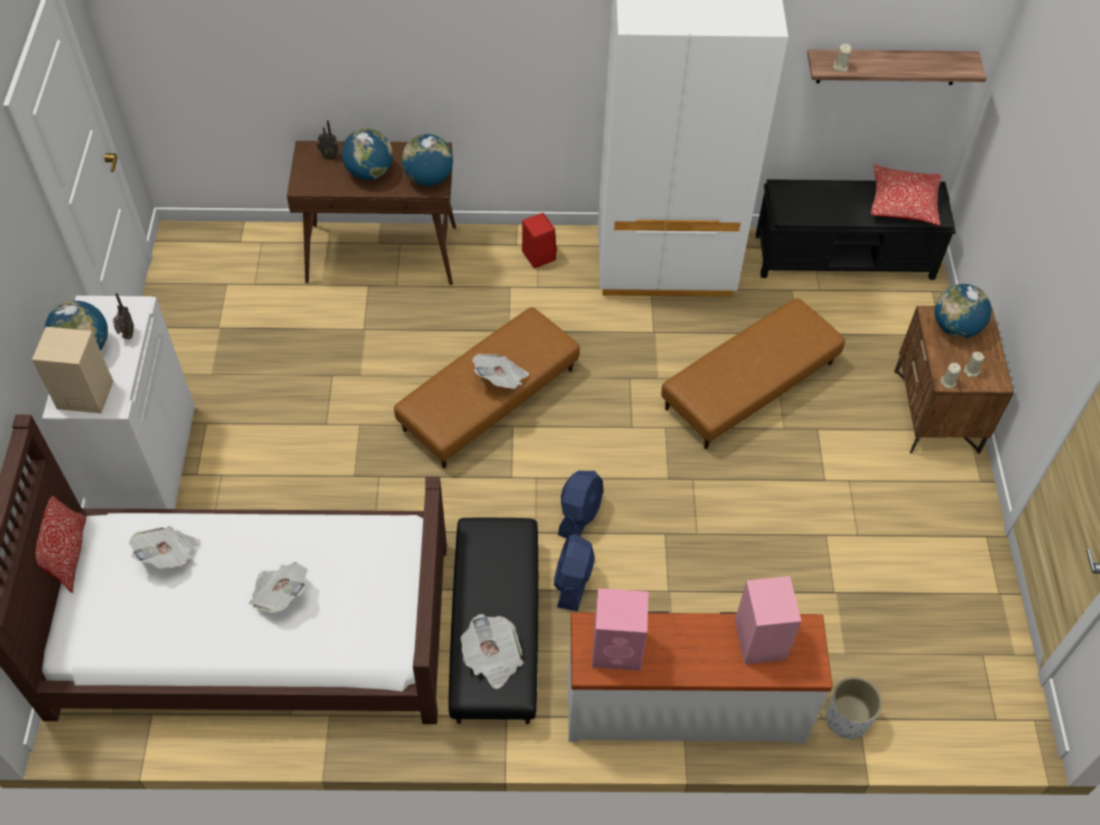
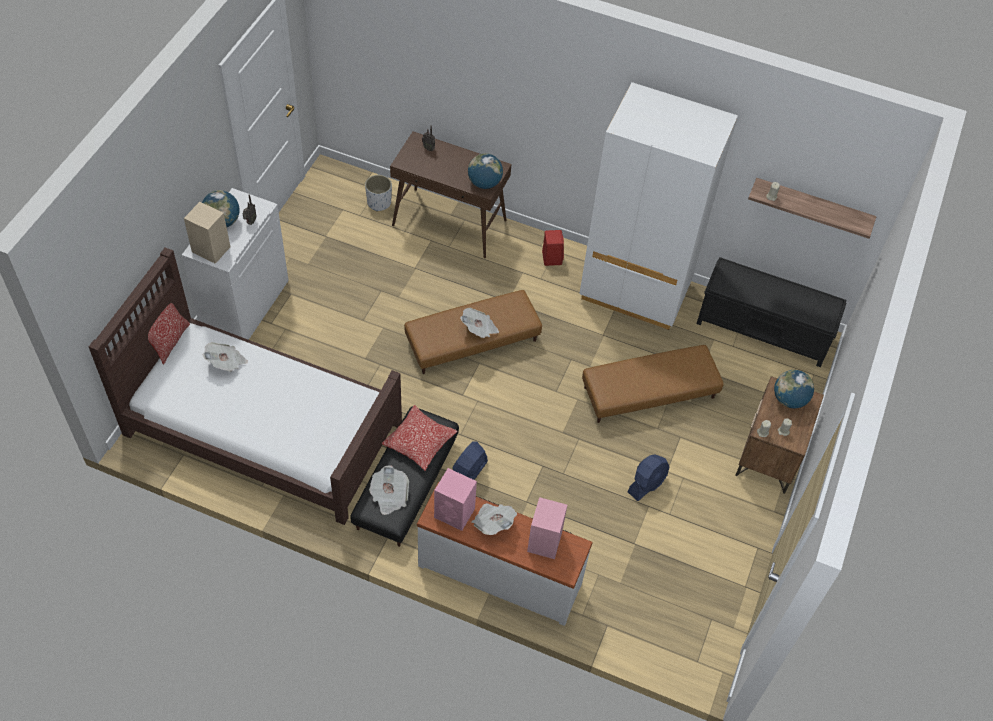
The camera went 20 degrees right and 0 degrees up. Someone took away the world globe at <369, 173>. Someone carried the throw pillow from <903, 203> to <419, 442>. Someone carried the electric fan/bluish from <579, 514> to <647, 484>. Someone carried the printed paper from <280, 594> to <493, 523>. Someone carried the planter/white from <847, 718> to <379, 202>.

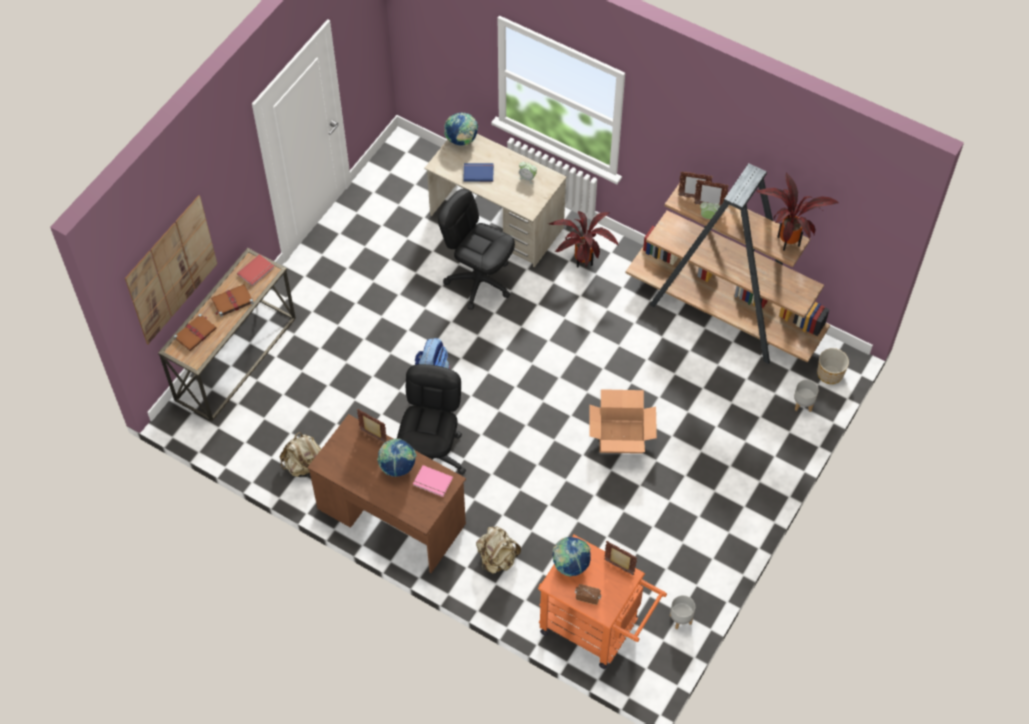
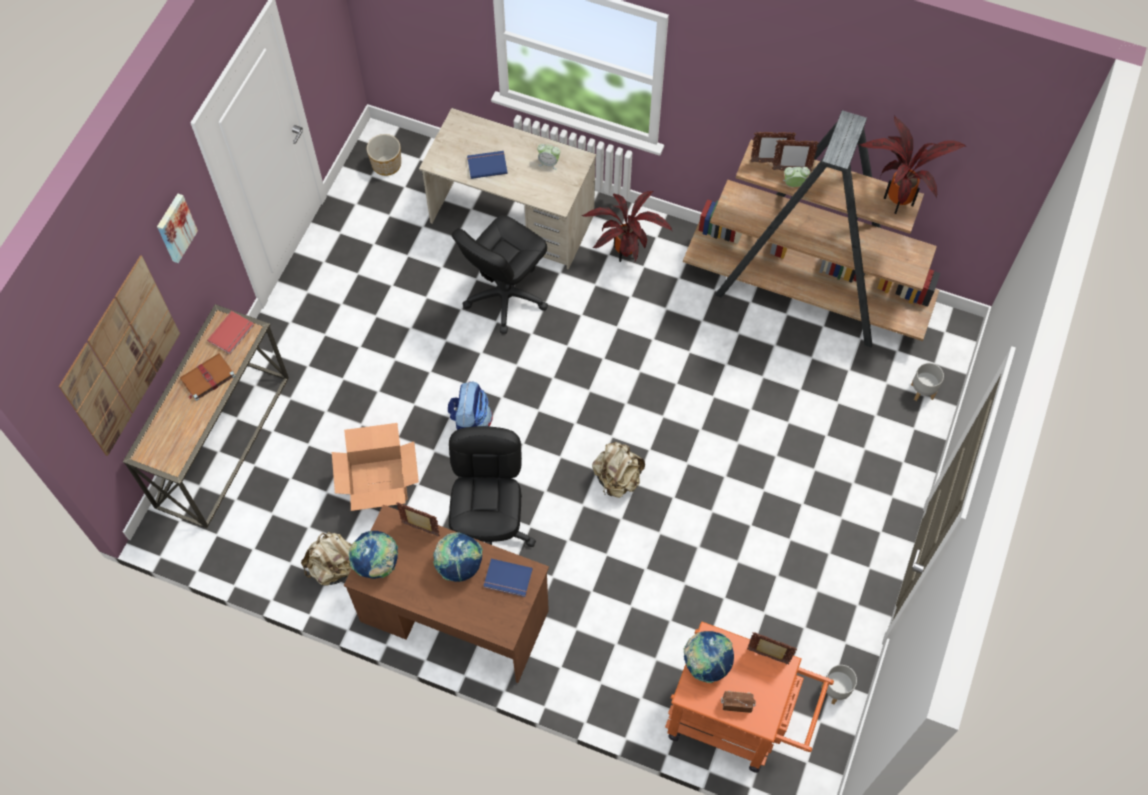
The camera went 10 degrees left and 5 degrees up. Someone carried the world globe from <461, 140> to <377, 564>. Someone rotated the office chair/blackish at <479, 281> by 75 degrees counterclockwise. Someone took away the book/brownish at <196, 333>. Someone carried the planter from <829, 374> to <386, 165>. Someone carried the carton from <620, 436> to <378, 482>. Someone repainted the book/pink-coloured at <432, 482>, which became the book/bluish at <508, 579>. Someone carried the knapsack/sand-coloured from <497, 558> to <617, 479>. Someone put up the wall art at <175, 227>.

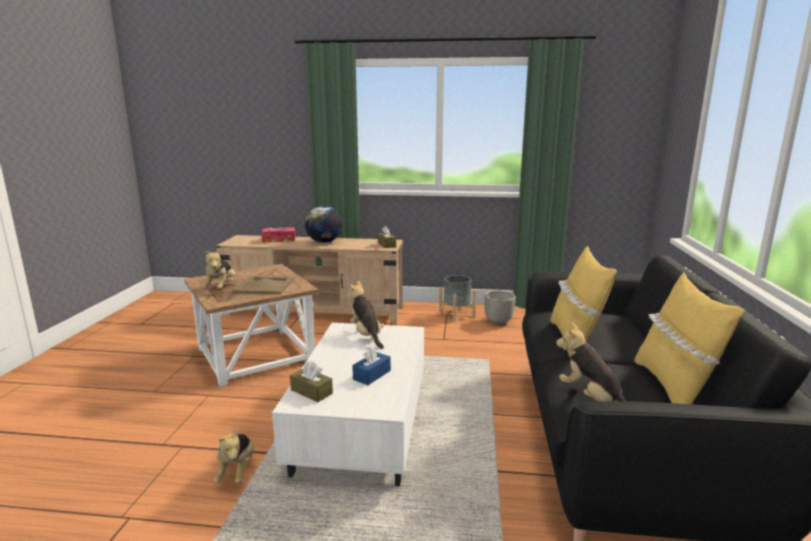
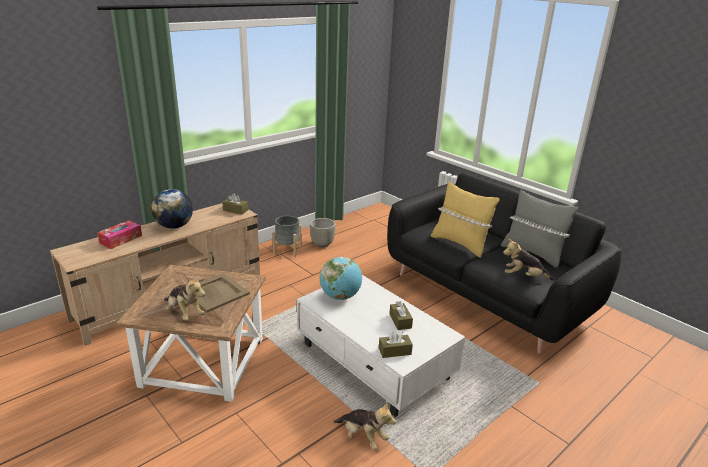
The camera went 50 degrees left and 10 degrees up. Someone repainted the throw pillow/yellow at <673, 387>, which became the throw pillow/greyish at <532, 253>. Someone swapped the cuddly toy at <366, 335> for the world globe at <340, 296>. Someone repainted the box of tissues/bluish at <372, 375>, which became the box of tissues/brownish at <400, 321>.

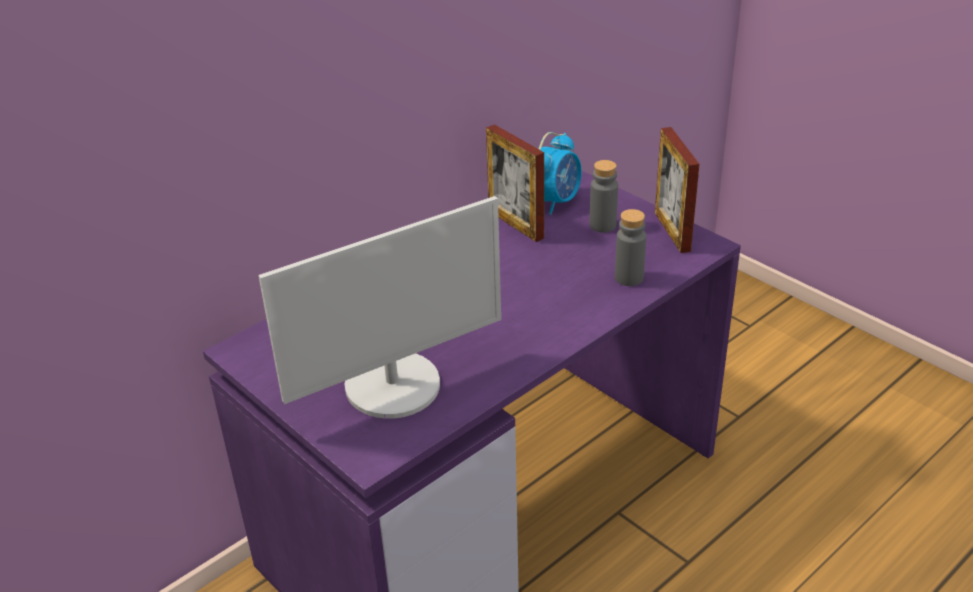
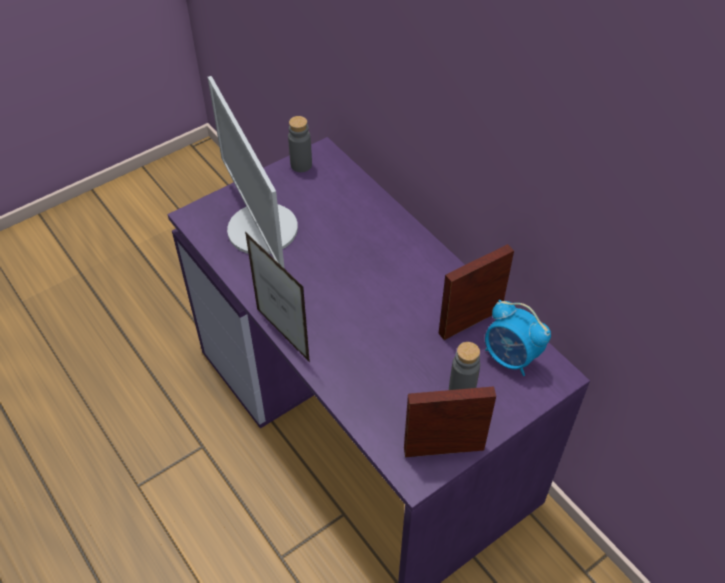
The camera went 95 degrees right and 15 degrees up. Someone carried the drink bottle/greyish from <629, 278> to <301, 165>. Someone put down the standing frame at <283, 335>.

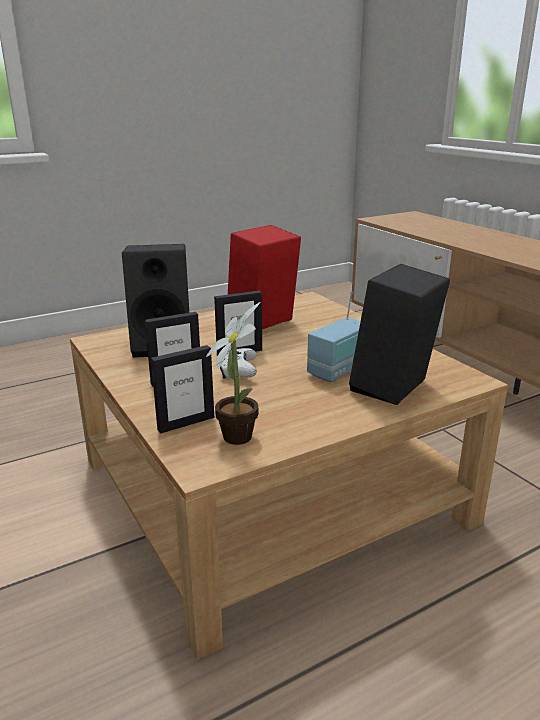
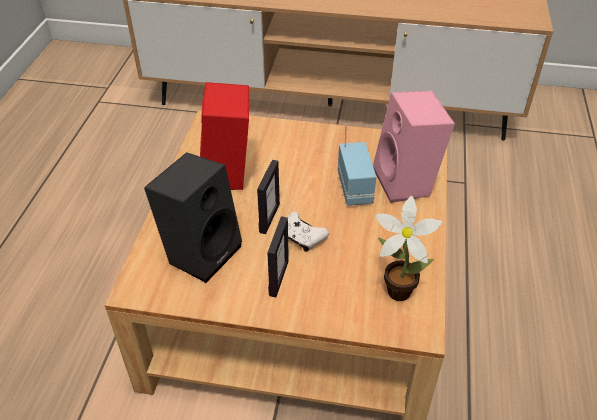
The camera went 50 degrees left and 20 degrees up. Someone repainted the loudspeaker/blackish at <394, 389>, which became the loudspeaker/pink-coloured at <407, 183>. Someone took away the standing frame at <186, 423>.

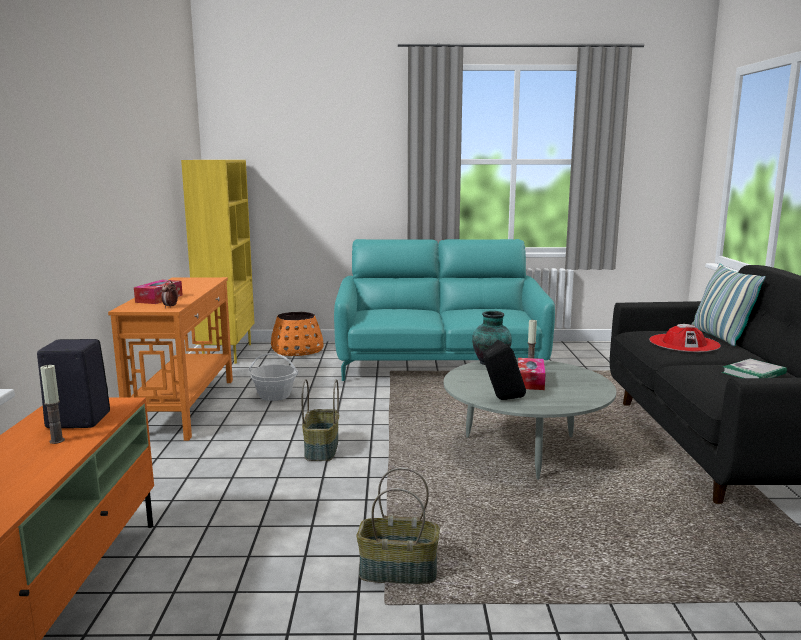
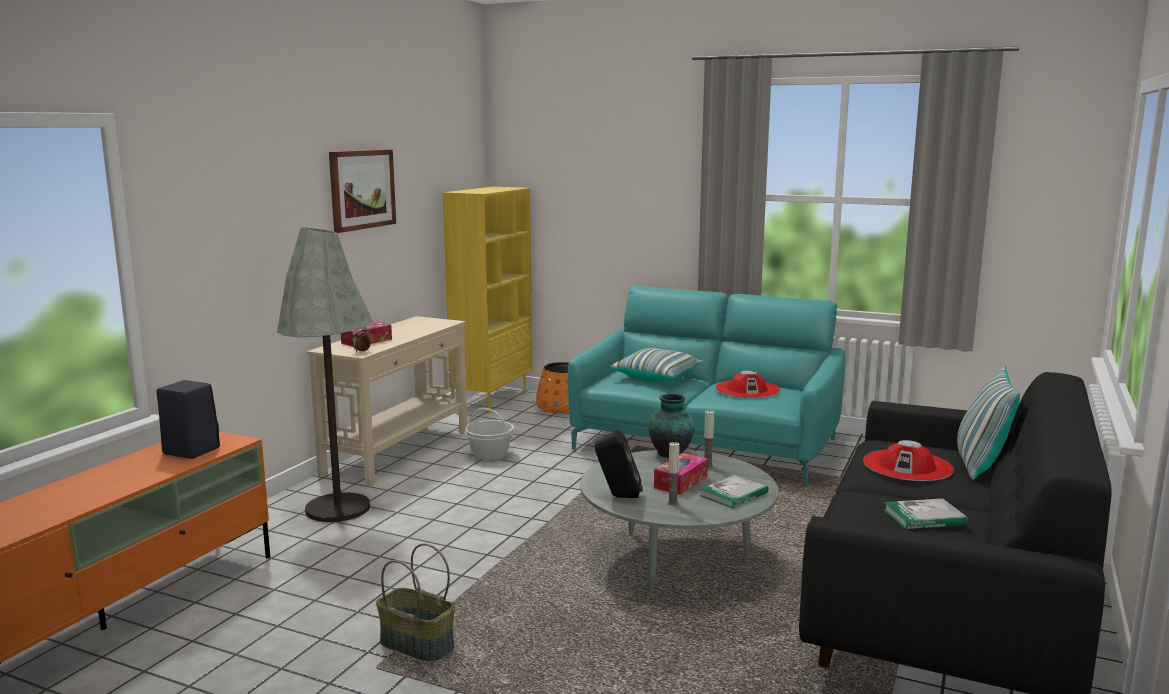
The camera went 25 degrees right and 0 degrees up. Someone repainted the narrow table/orange at <185, 406>, which became the narrow table/sand-coloured at <398, 452>. Someone carried the candle from <57, 441> to <673, 503>. Someone took away the household basket at <322, 449>. Someone put up the wall art at <362, 189>. Someone put down the standing lamp/greyish at <338, 508>. Someone put down the throw pillow at <657, 377>. Someone put down the clothing hat/red-coloured at <747, 389>. Someone put down the book at <733, 494>.

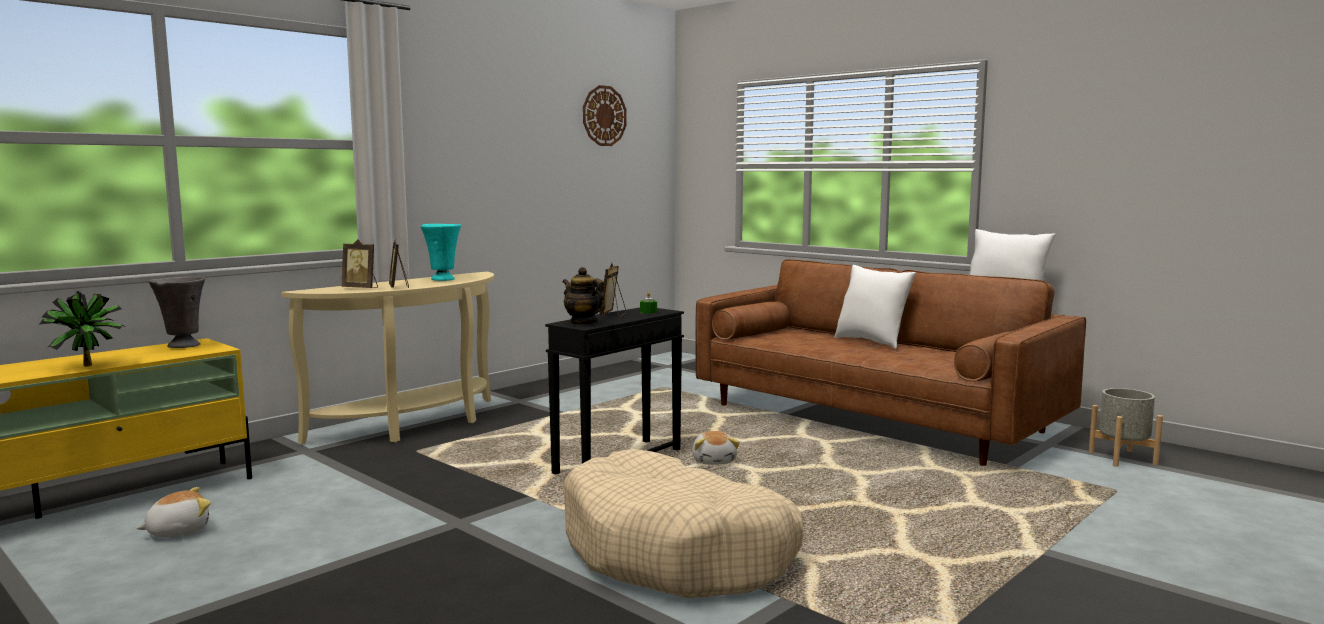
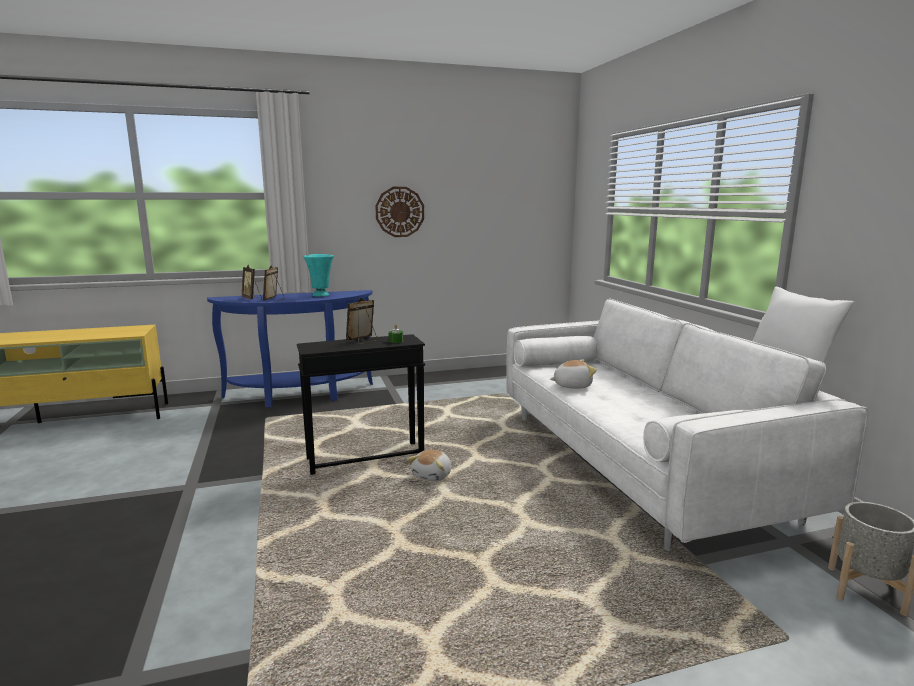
The camera went 30 degrees right and 5 degrees up. Someone carried the hanging clock from <604, 116> to <400, 212>. Someone repainted the couch/brownish at <874, 418>, which became the couch/white at <636, 462>. Someone took away the throw pillow/white at <871, 342>. Someone took away the pot for tea at <583, 323>. Someone repainted the narrow table/sand-coloured at <416, 425>, which became the narrow table/bluish at <300, 396>. Someone took away the decorative vase/greyish at <182, 346>. Someone took away the potted plant at <88, 366>. Someone took away the pet bed/sand-coloured at <677, 553>. Someone carried the cuddly toy from <178, 531> to <572, 385>.

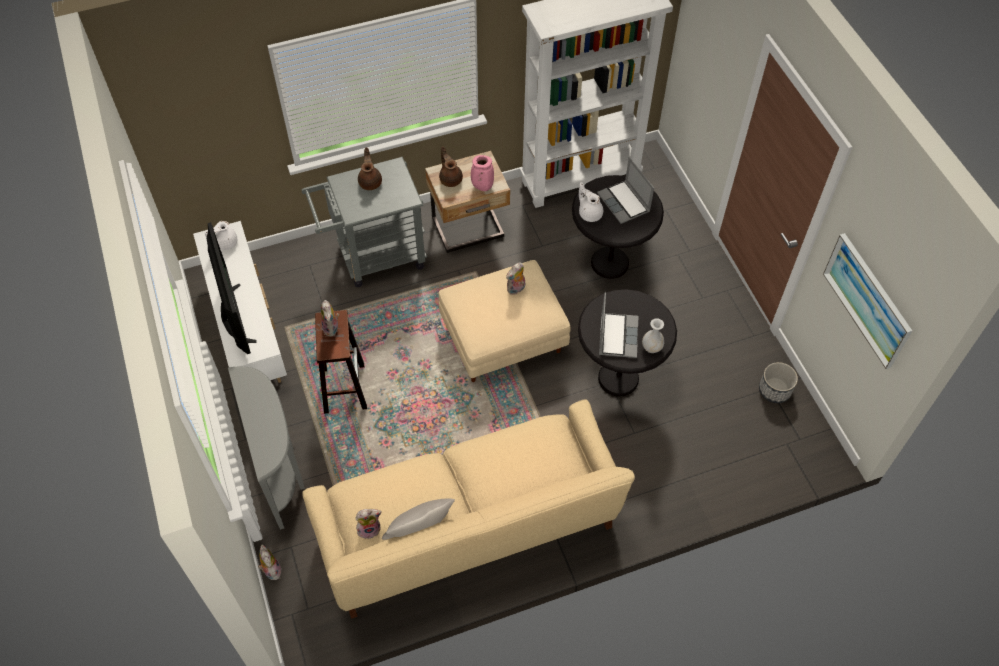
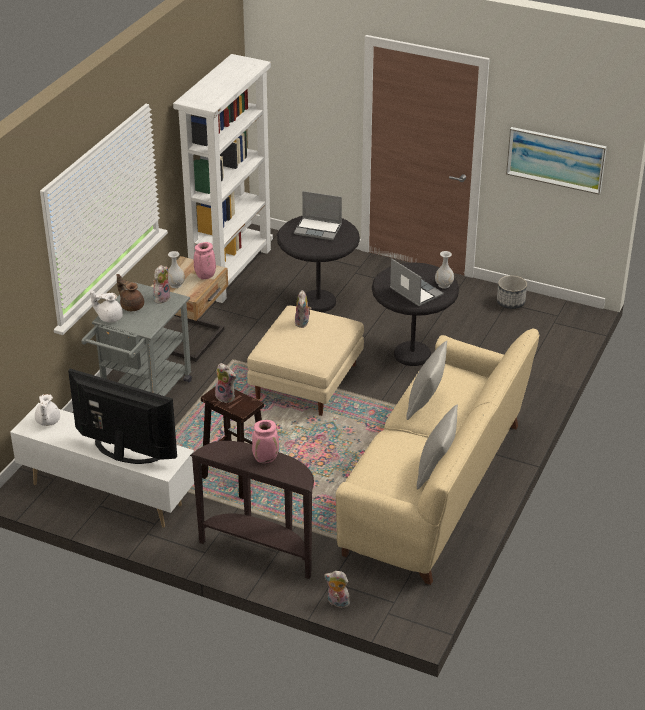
The camera went 45 degrees left and 20 degrees down. Someone swapped the pot for tea/brownish at <450, 179> for the decorative vase/white at <175, 285>. Someone carried the pot for tea/white from <589, 213> to <109, 317>. Someone repainted the narrow table/greyish at <281, 471>, which became the narrow table/brownish at <260, 550>. Someone carried the cuddly toy from <369, 528> to <161, 297>. Someone put down the throw pillow/greyish at <426, 404>. Someone put down the decorative vase/pink-coloured at <266, 458>.

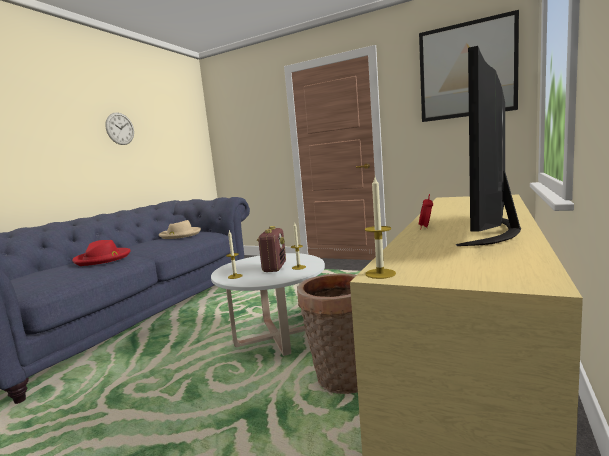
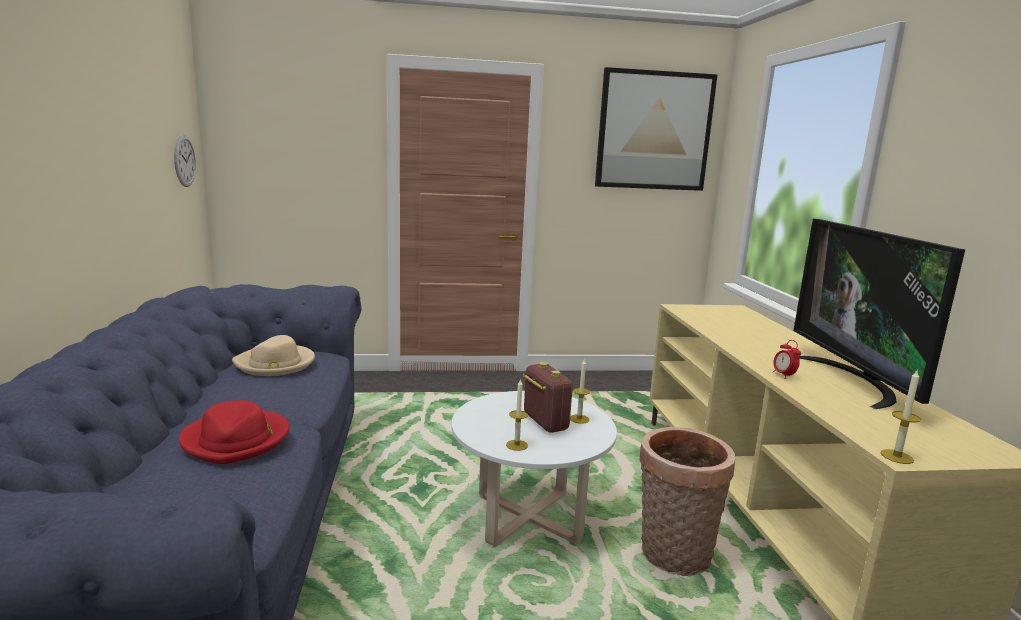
The camera went 35 degrees left and 5 degrees up. Someone carried the hanging clock from <120, 128> to <184, 161>.

